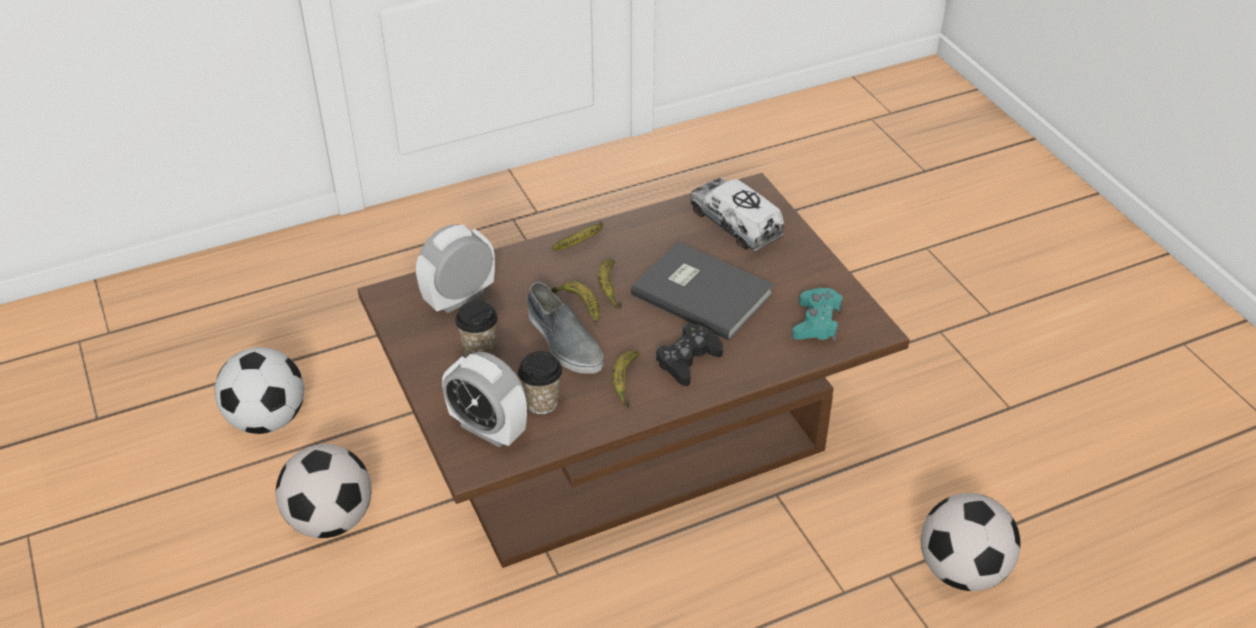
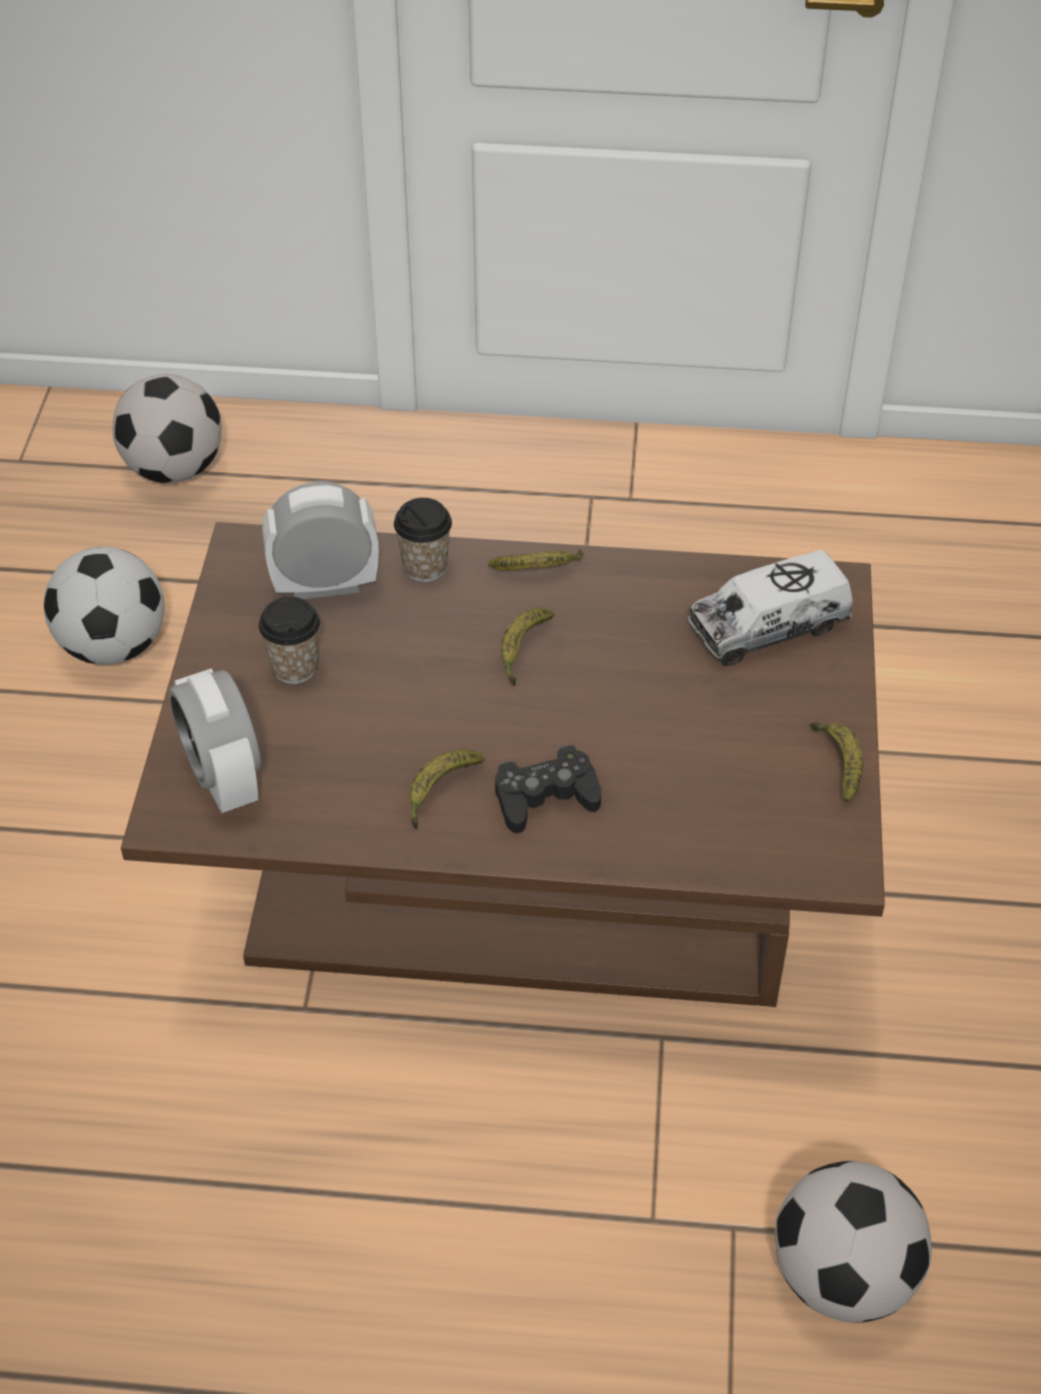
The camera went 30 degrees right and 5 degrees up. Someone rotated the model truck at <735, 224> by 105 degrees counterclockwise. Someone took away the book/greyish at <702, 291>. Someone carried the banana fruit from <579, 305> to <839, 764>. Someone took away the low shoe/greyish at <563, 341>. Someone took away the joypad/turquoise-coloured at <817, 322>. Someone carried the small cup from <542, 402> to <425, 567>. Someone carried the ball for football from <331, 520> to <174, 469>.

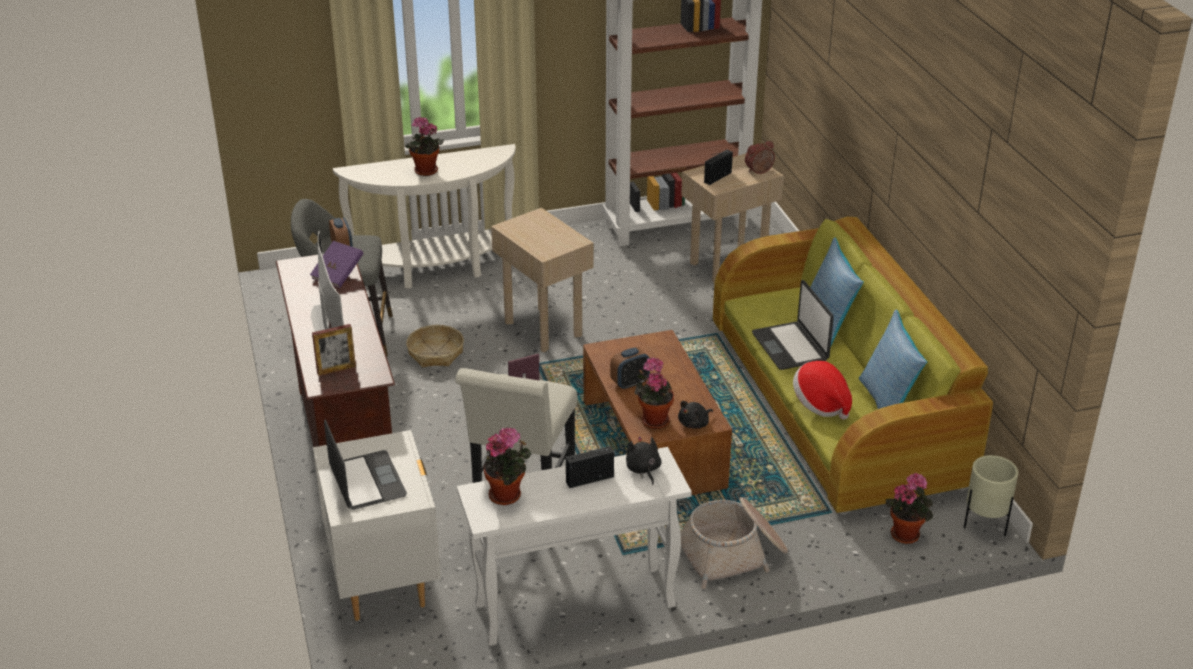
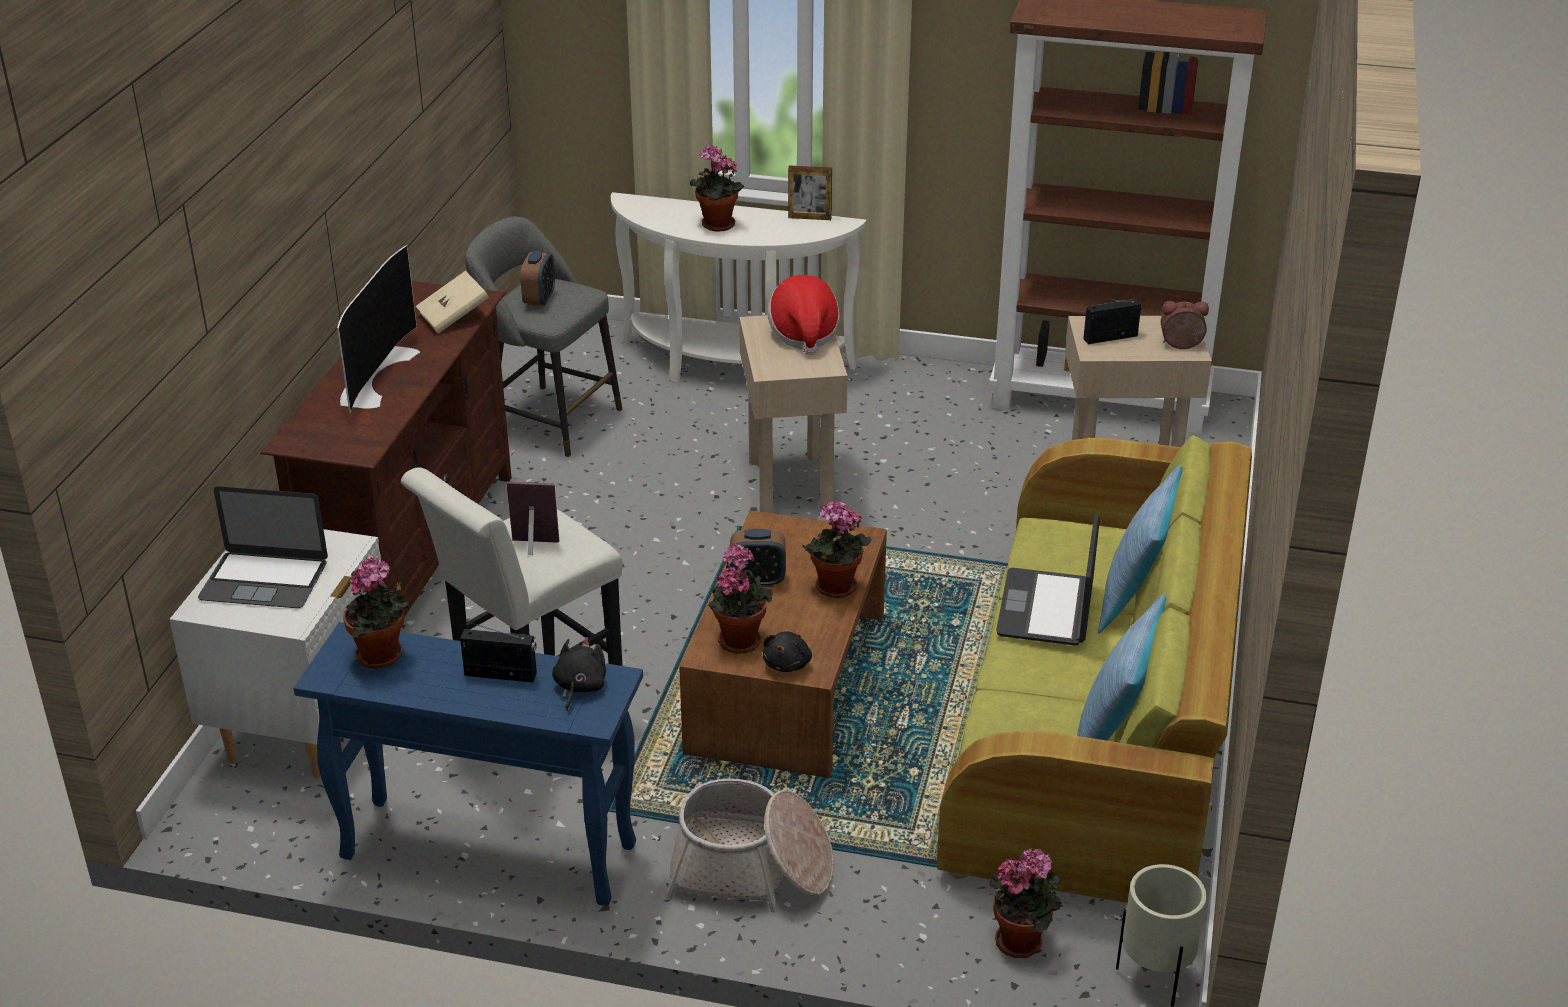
The camera went 30 degrees right and 0 degrees up. Someone repainted the book/purplish at <338, 275>, which became the book/sand-coloured at <454, 317>. Someone carried the standing frame from <336, 370> to <809, 217>. Someone took away the household basket at <436, 353>. Someone carried the clothing hat from <820, 404> to <803, 334>. Someone rotated the cuddly toy/blackish at <695, 424> by 60 degrees counterclockwise. Someone rotated the notebook computer at <367, 481> by 90 degrees clockwise. Someone repainted the narrow table/white at <573, 606>, which became the narrow table/bluish at <486, 852>. Someone put down the potted plant at <835, 589>.

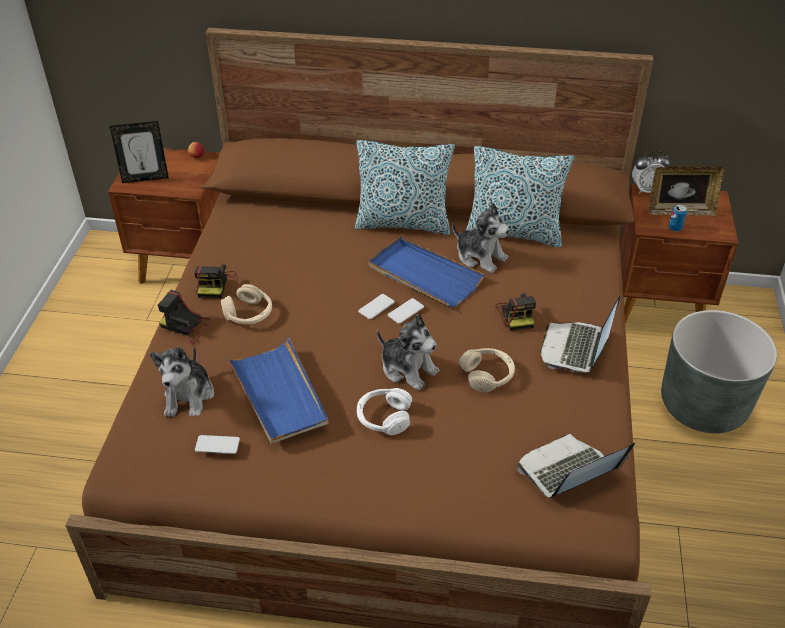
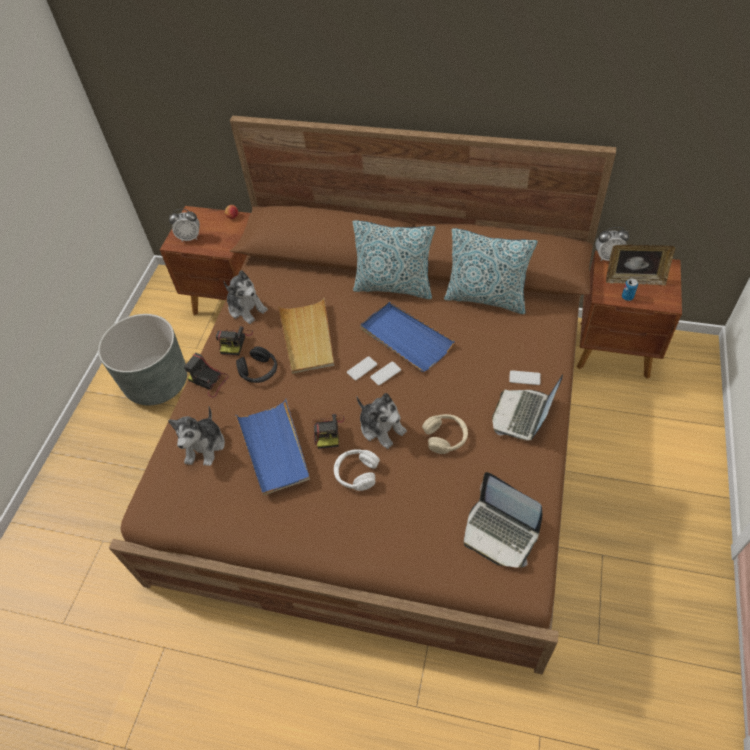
The camera went 10 degrees right and 10 degrees up. Someone swapped the standing frame at <145, 178> for the table clock at <190, 237>. Someone carried the cuddly toy from <480, 257> to <246, 308>. Someone repainted the pair of headphones/sand-coloured at <249, 314>, which became the pair of headphones/blackish at <259, 371>. Someone carried the photo camera from <516, 314> to <328, 431>. Someone carried the planter/greyish from <703, 405> to <157, 382>. Someone rotated the notebook computer at <568, 471> by 120 degrees counterclockwise. Someone carried the handset from <217, 445> to <524, 378>. Someone put down the carrying tray/sand-coloured at <307, 338>.

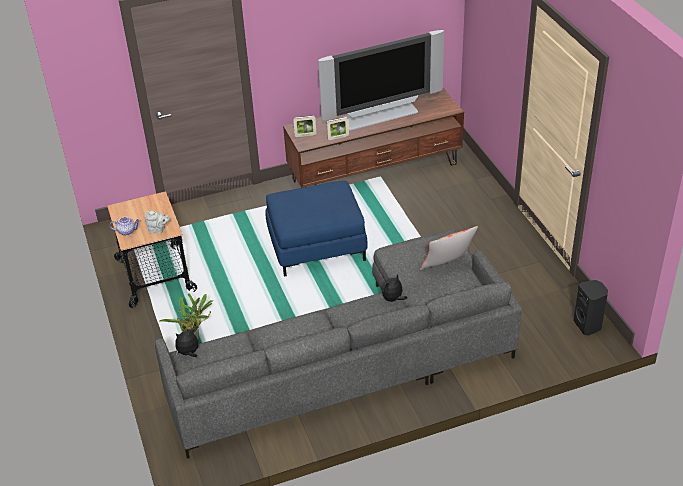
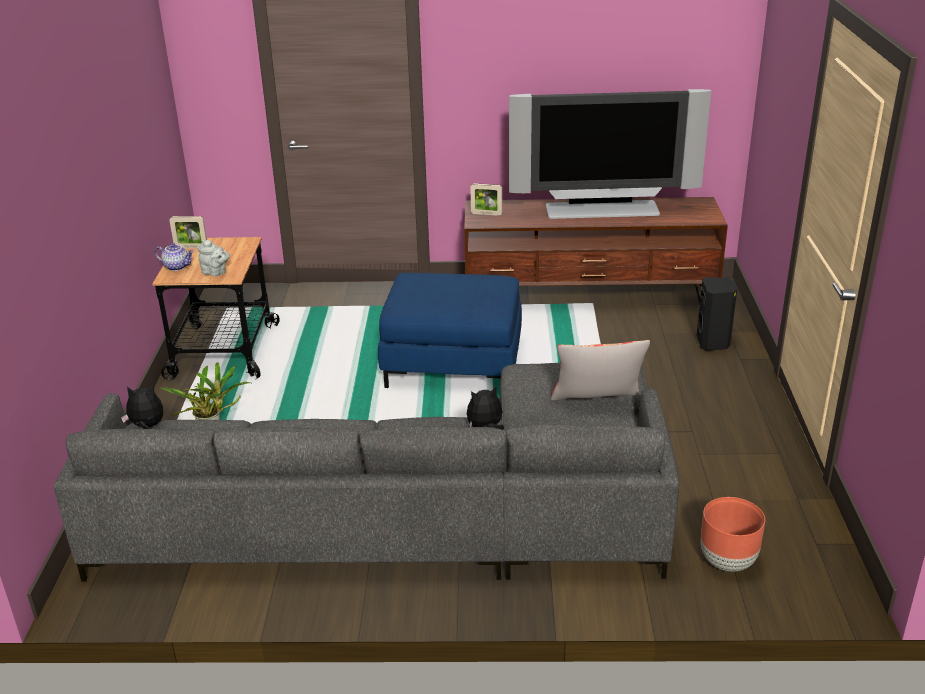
The camera went 20 degrees right and 10 degrees down. Someone carried the standing frame from <338, 137> to <191, 247>. Someone carried the loudspeaker/blackish from <588, 325> to <713, 343>. Someone put down the planter/brownish at <727, 562>.

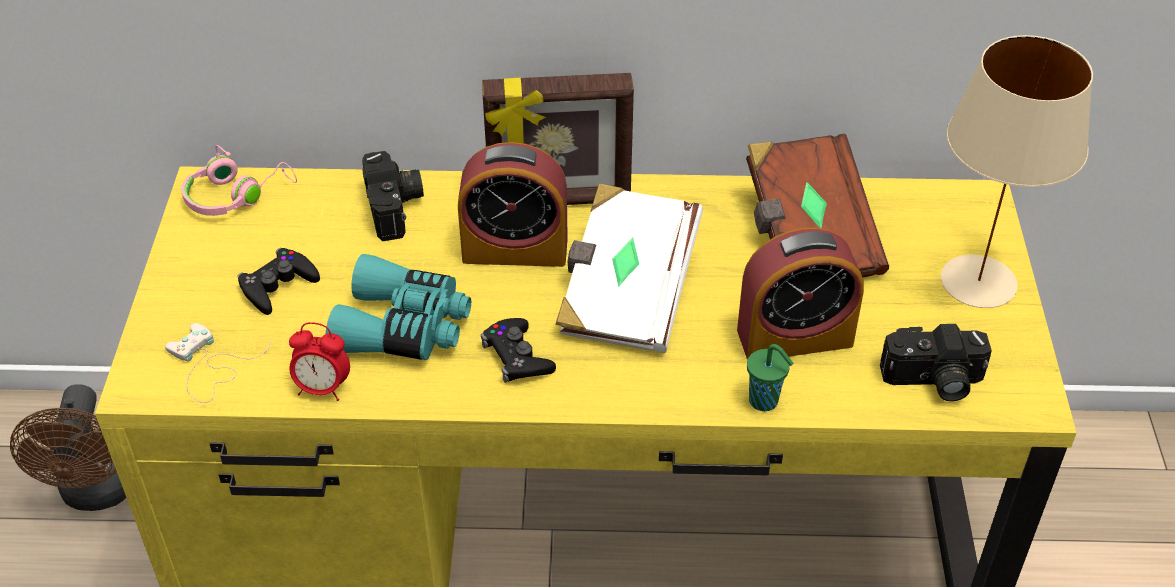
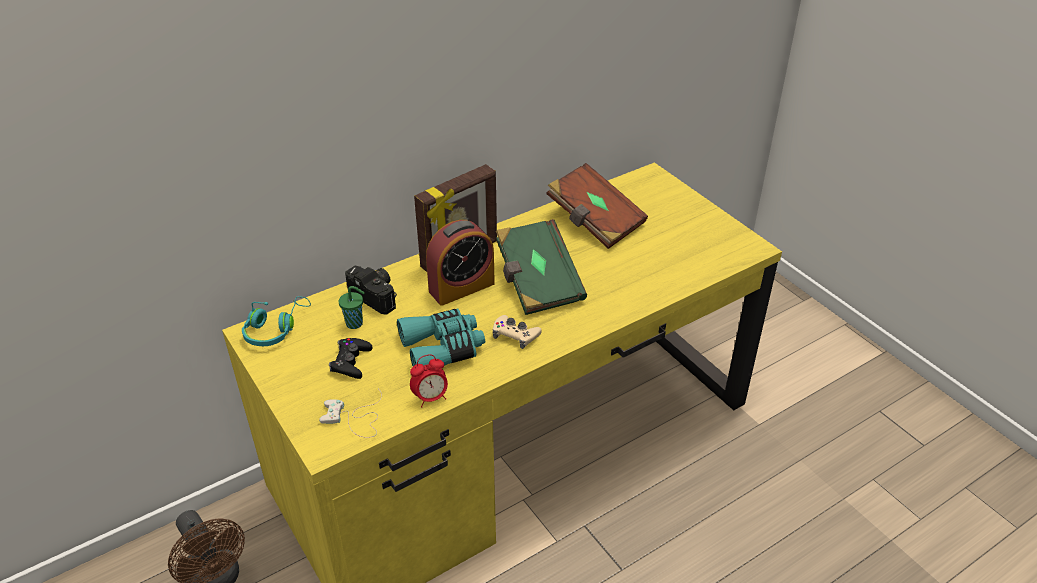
The camera went 35 degrees left and 5 degrees down. Someone took away the lamp for a table/sand-coloured at <980, 281>. Someone repainted the pair of headphones/pink-coloured at <236, 195>, which became the pair of headphones/turquoise-coloured at <275, 329>. Someone repainted the book/white at <626, 293>, which became the book/green-coloured at <537, 282>. Someone took away the table clock at <794, 337>. Someone repainted the joypad/blackish at <517, 357>, which became the joypad/sand-coloured at <515, 335>. Someone took away the photo camera at <933, 381>. Someone carried the small cup/green-coloured from <765, 402> to <355, 323>.

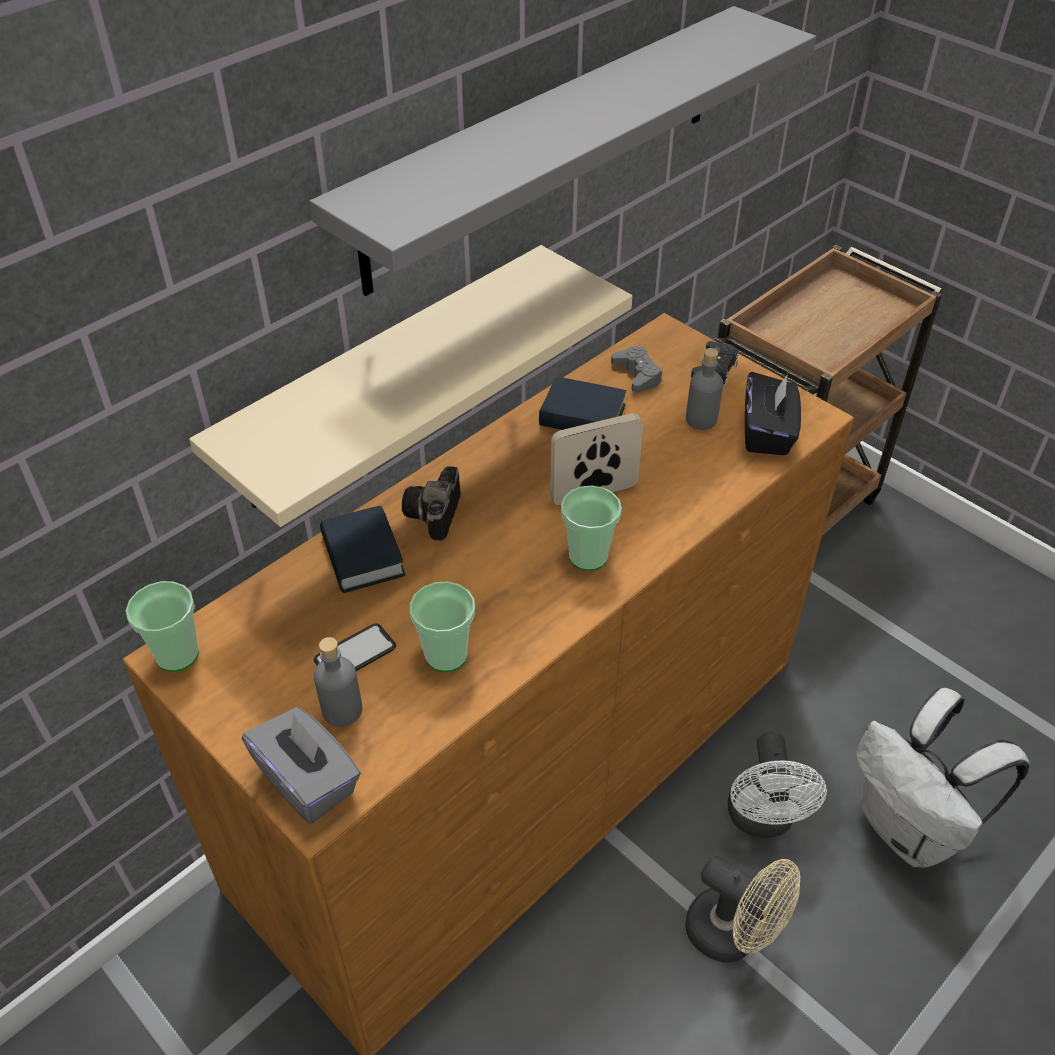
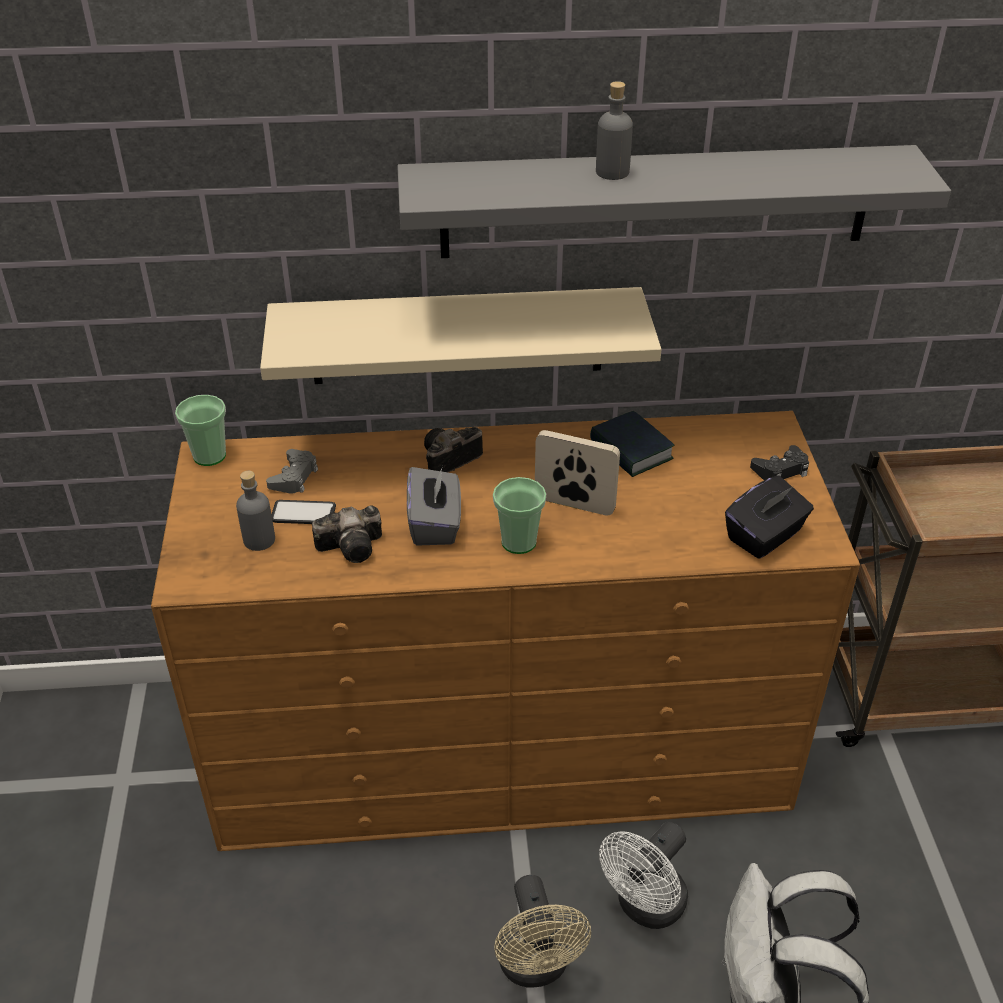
The camera went 40 degrees right and 5 degrees down. Someone carried the joypad/greyish from <637, 375> to <294, 477>. Someone carried the drink bottle/greyish from <701, 419> to <612, 172>. Someone took away the book at <362, 556>. Someone swapped the small cup at <446, 655> for the photo camera at <354, 546>. Someone carried the box of tissues/greyish from <308, 781> to <435, 524>.

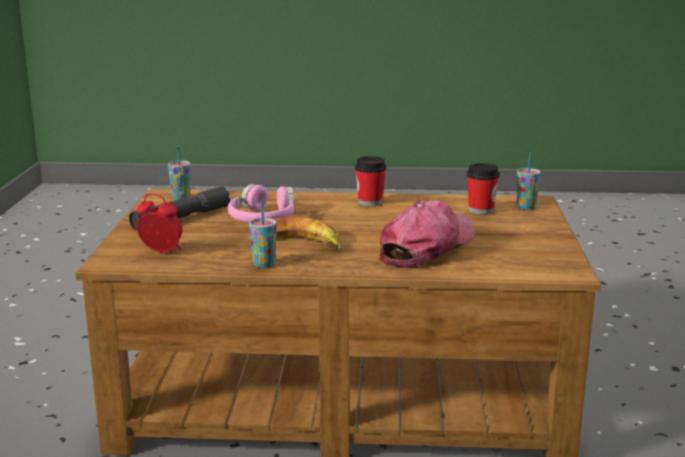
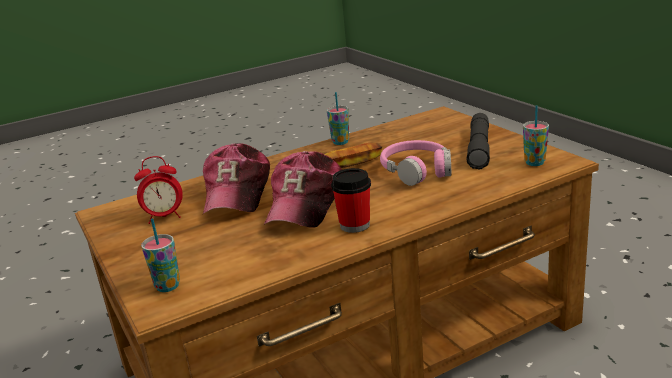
The camera went 150 degrees right and 5 degrees up. Someone took away the small cup at <481, 210>. Someone carried the table clock from <162, 253> to <164, 217>. Someone put down the baseball cap at <306, 204>.

